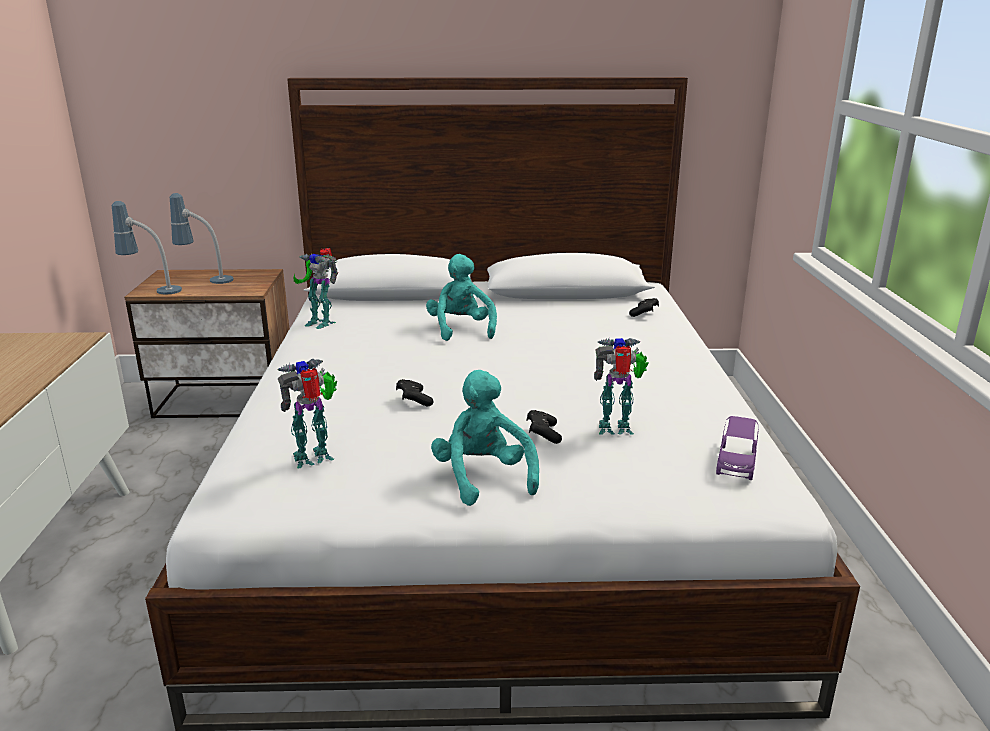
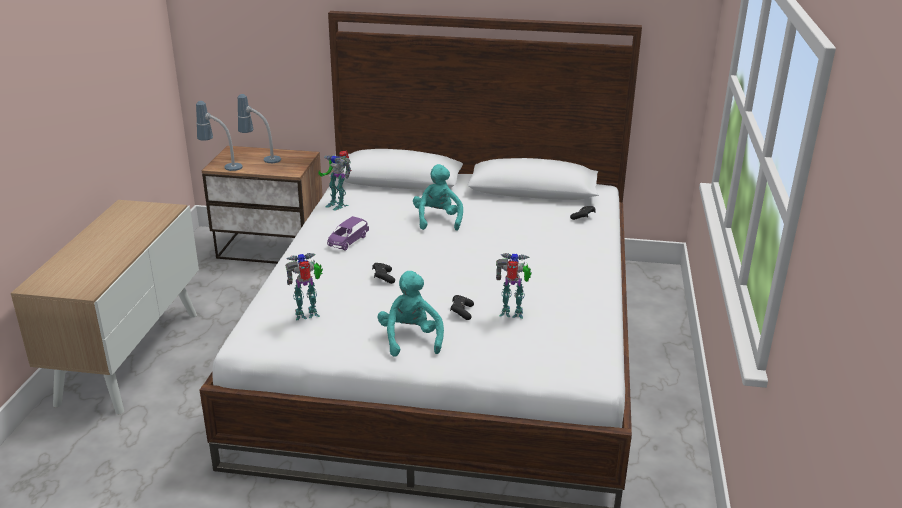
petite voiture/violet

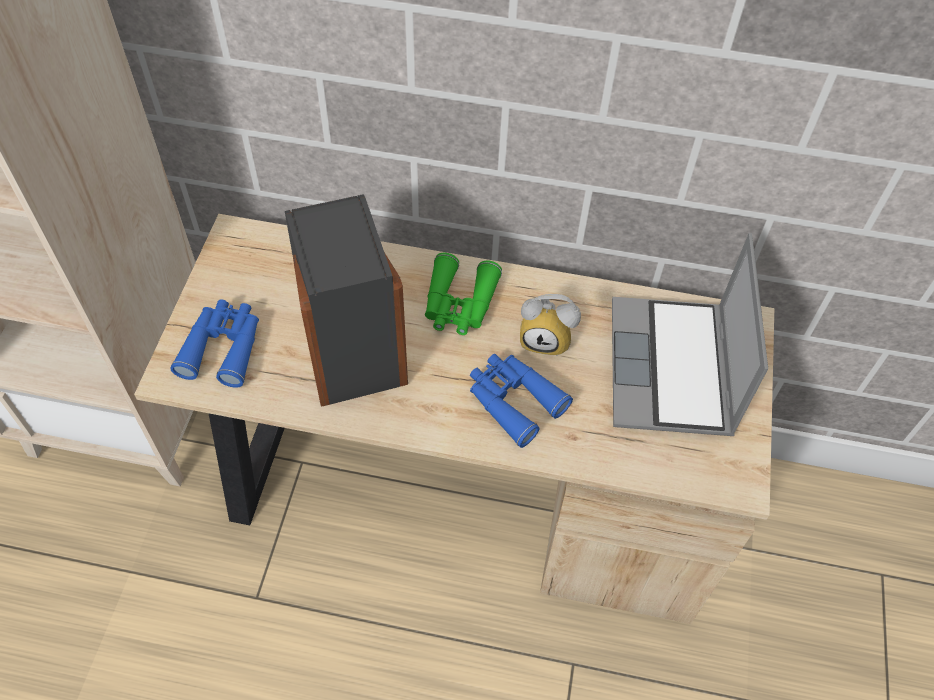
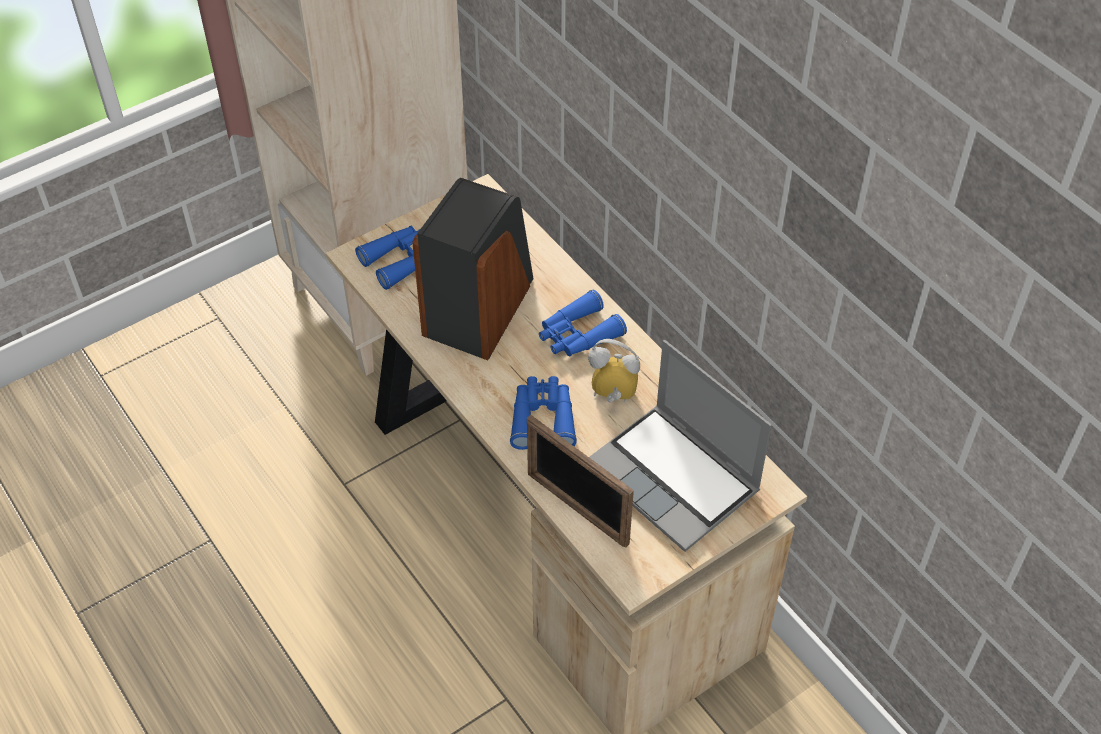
ordinateur portable
jumelles/bleu (no. 3 from left)
réveil
cadre photo

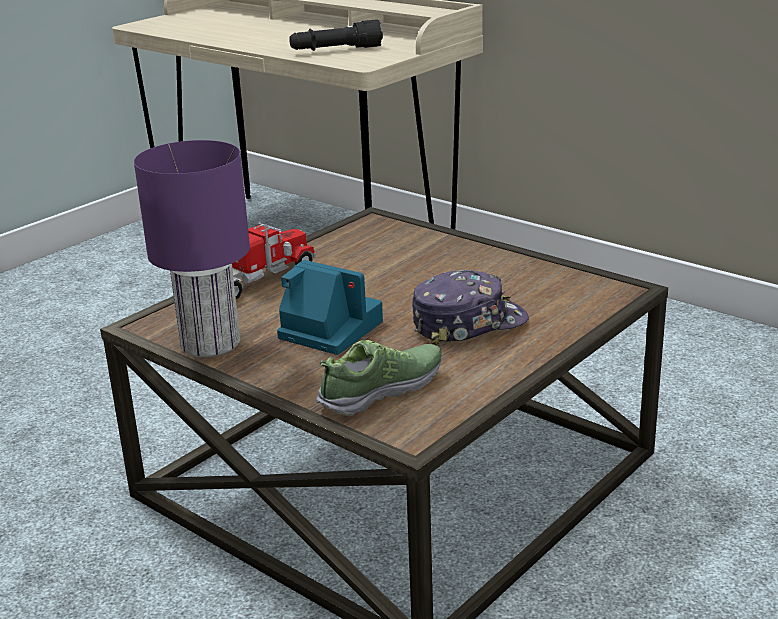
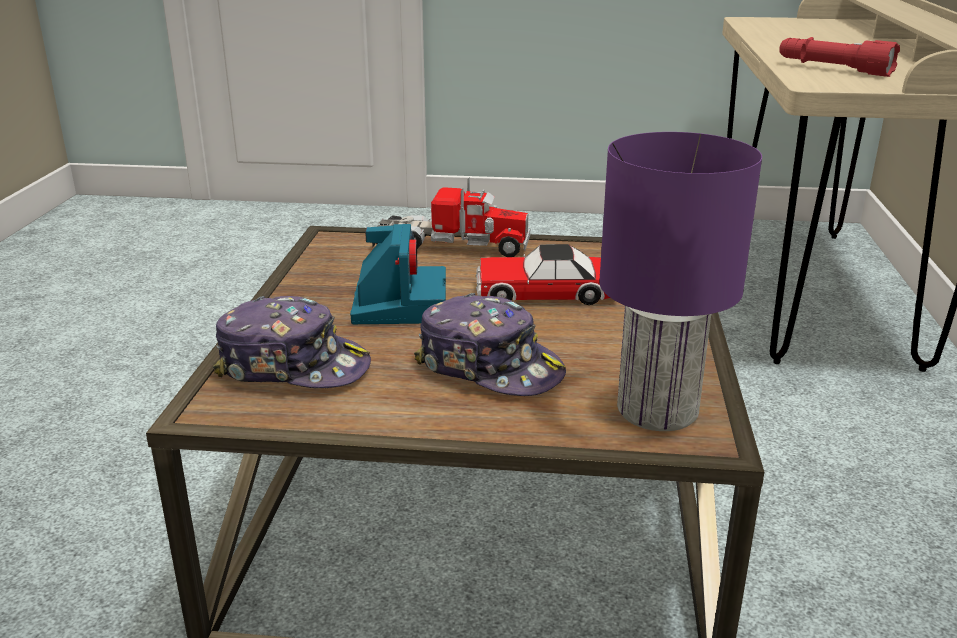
lampe de poche/rouge
lampe de table/violet
casquette (no. 1 from left)
petite voiture

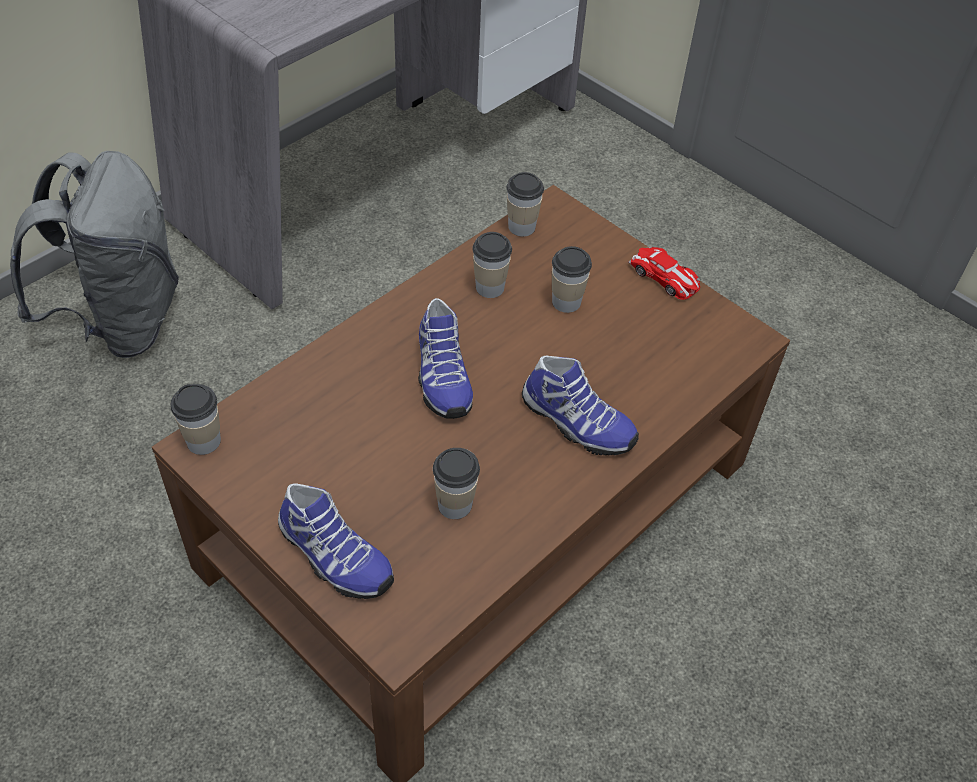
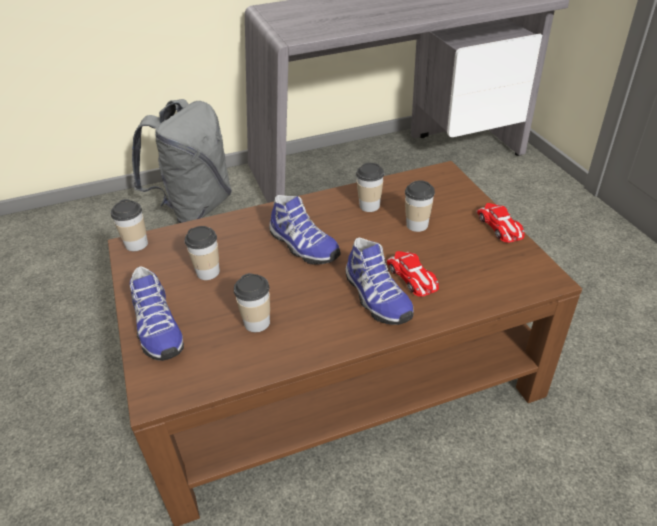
tasse (no. 2 from left)
chaussure (no. 2 from left)
petite voiture (no. 1 from left)

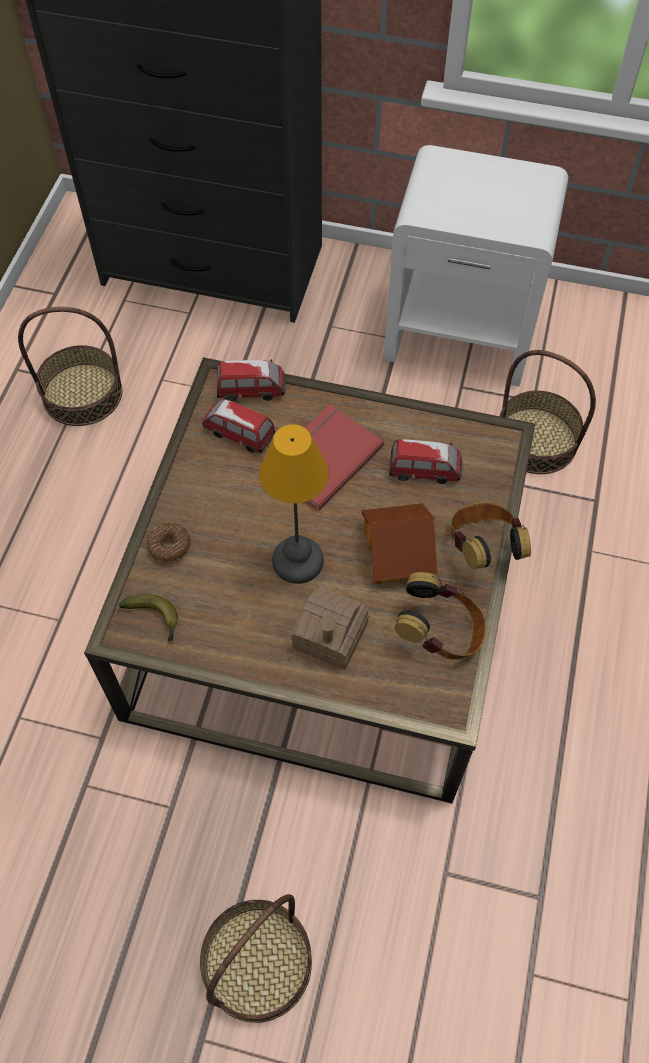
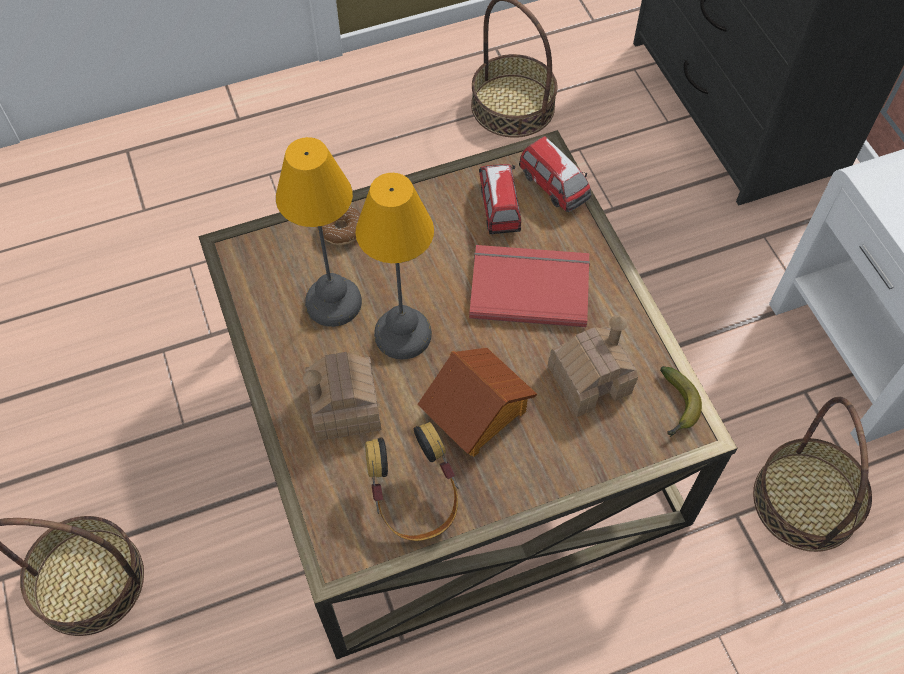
maison miniature (no. 3 from left)
casque audio (no. 2 from left in the first image)
banane
lampe de table (no. 1 from left)

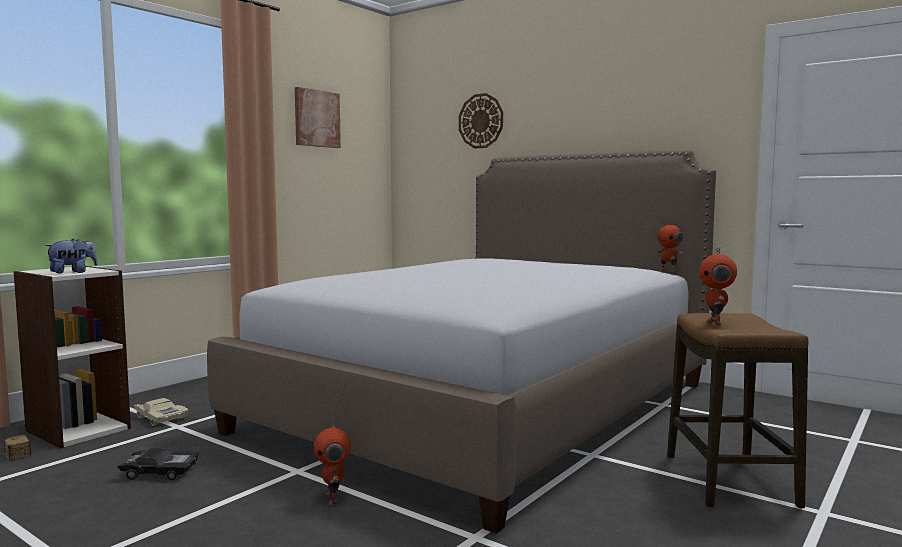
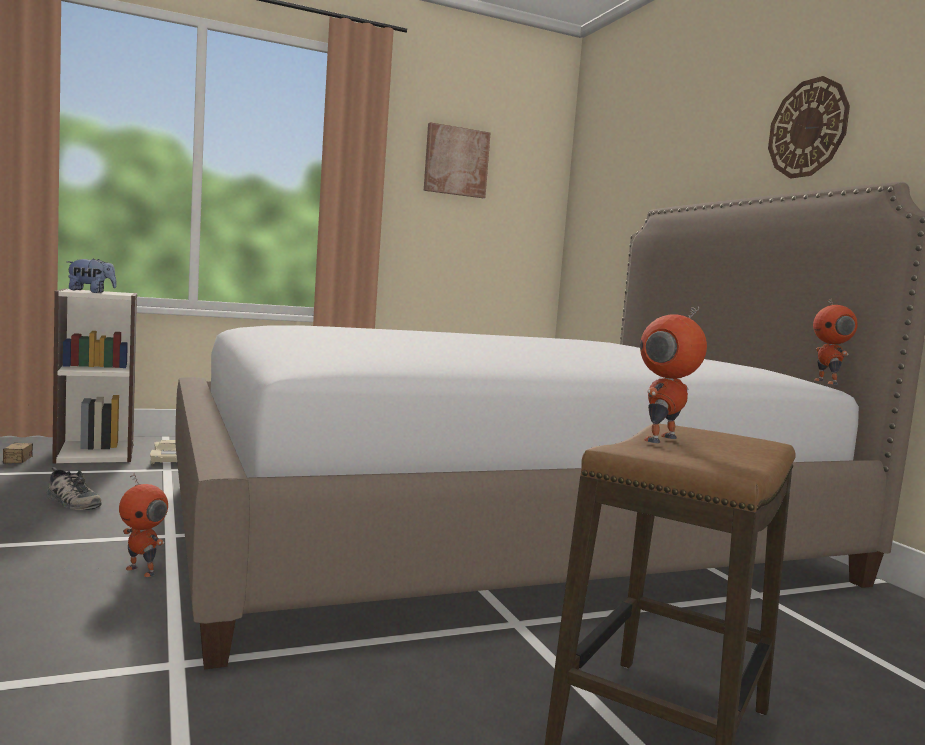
horloge murale
robot jouet (no. 1 from left)
chaussure

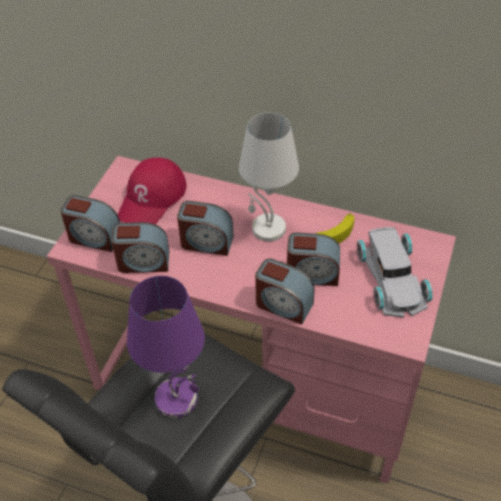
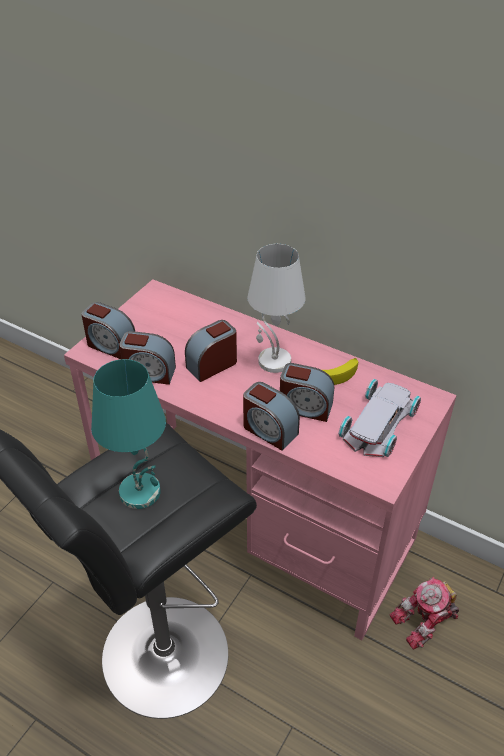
casquette/rouge
réveil (no. 3 from left)
petite voiture/blanc
lampe de table/turquoise
robot jouet

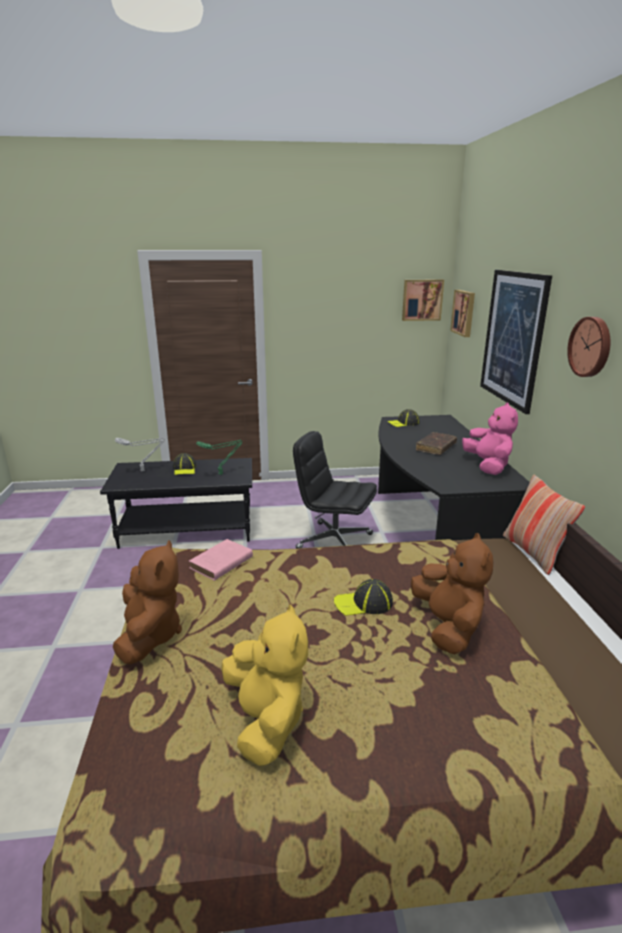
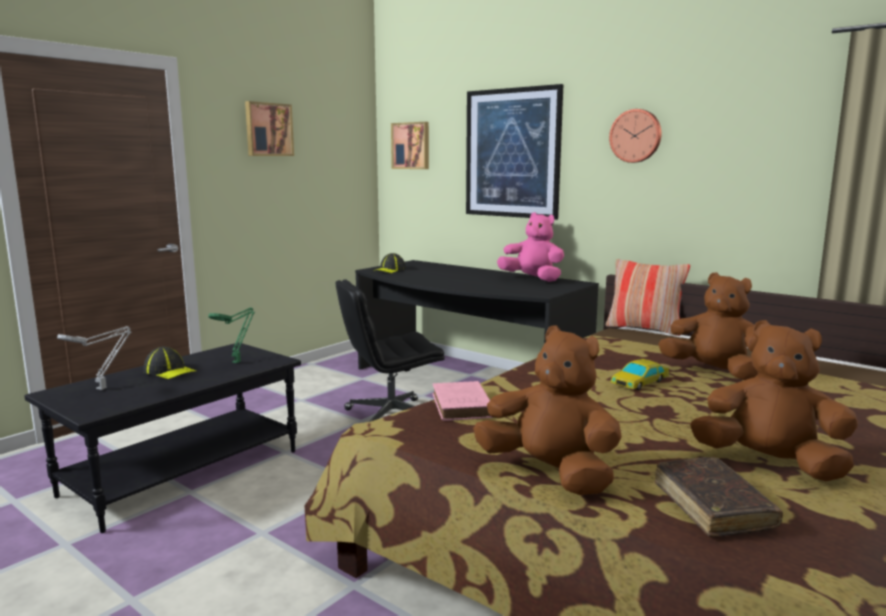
tableau (no. 1 from left)
livre/marron
petite voiture
peluche/marron (no. 3 from left)

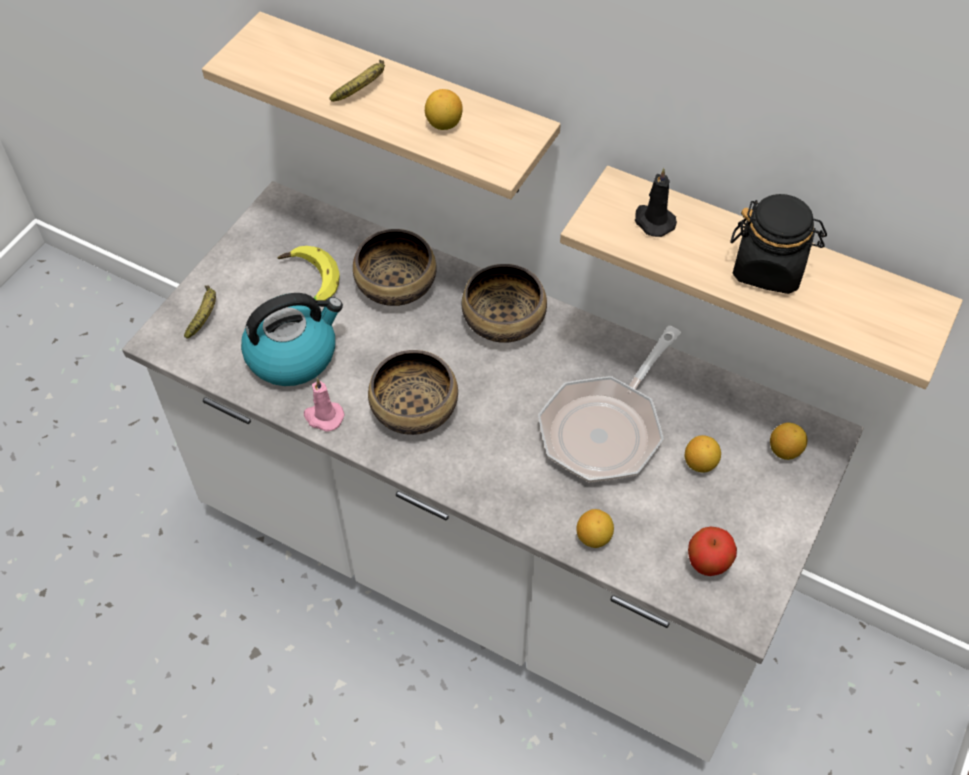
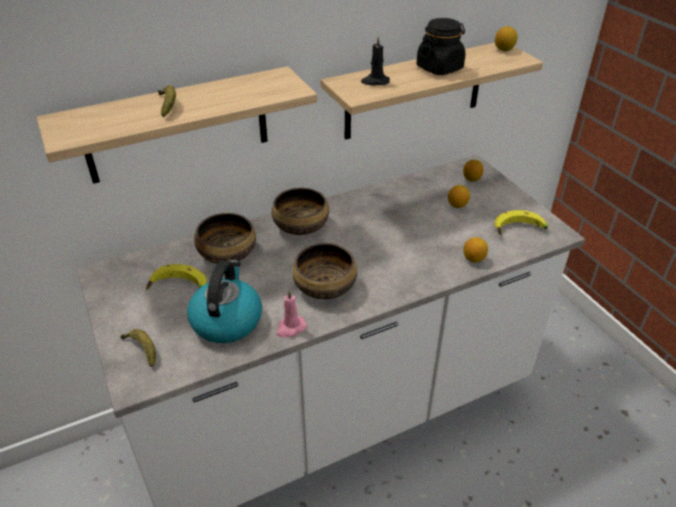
citron (no. 4 from left)
poêle
banane (no. 4 from left)

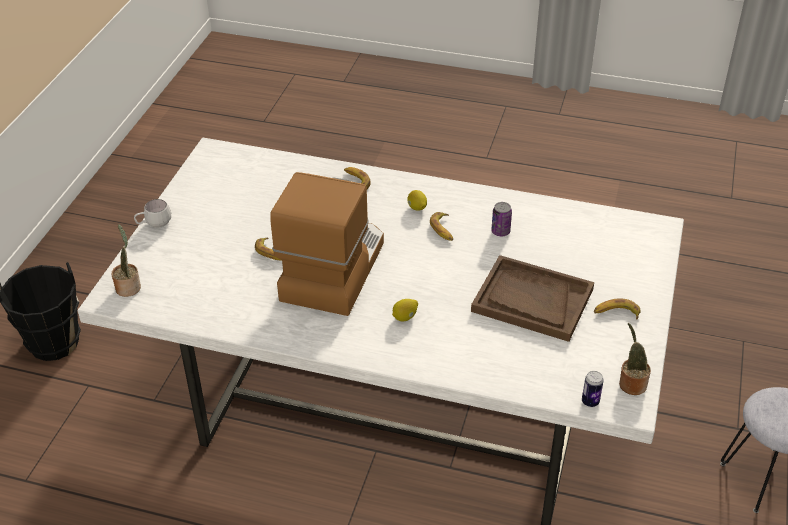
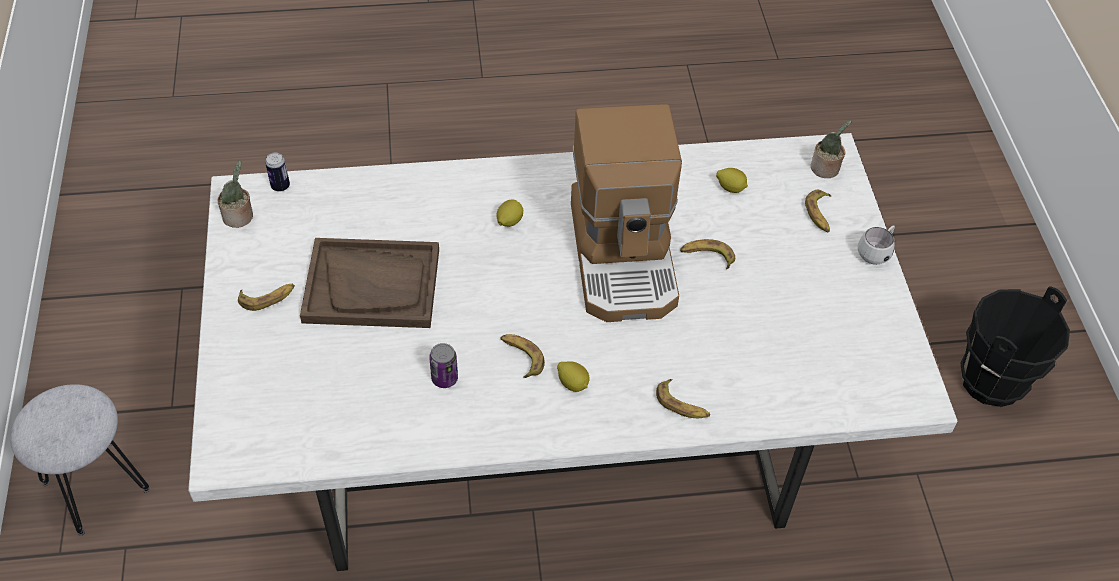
citron (no. 3 from left)
banane (no. 5 from left)

